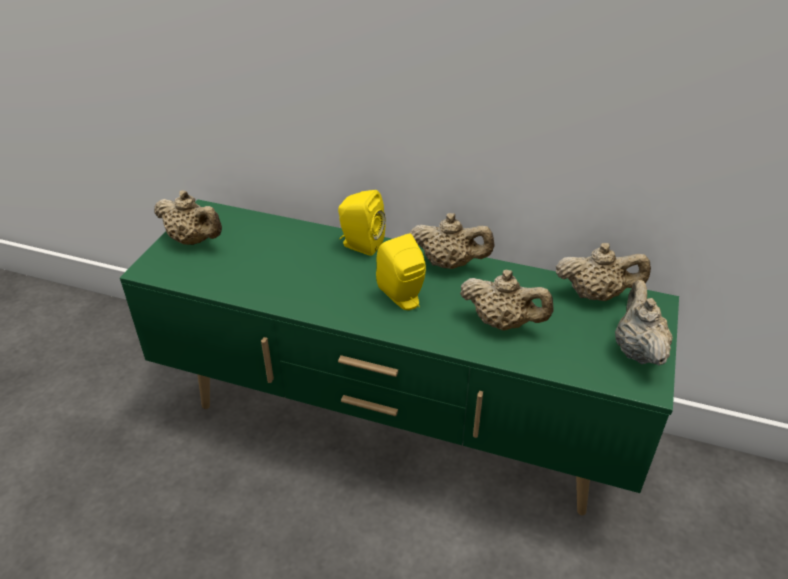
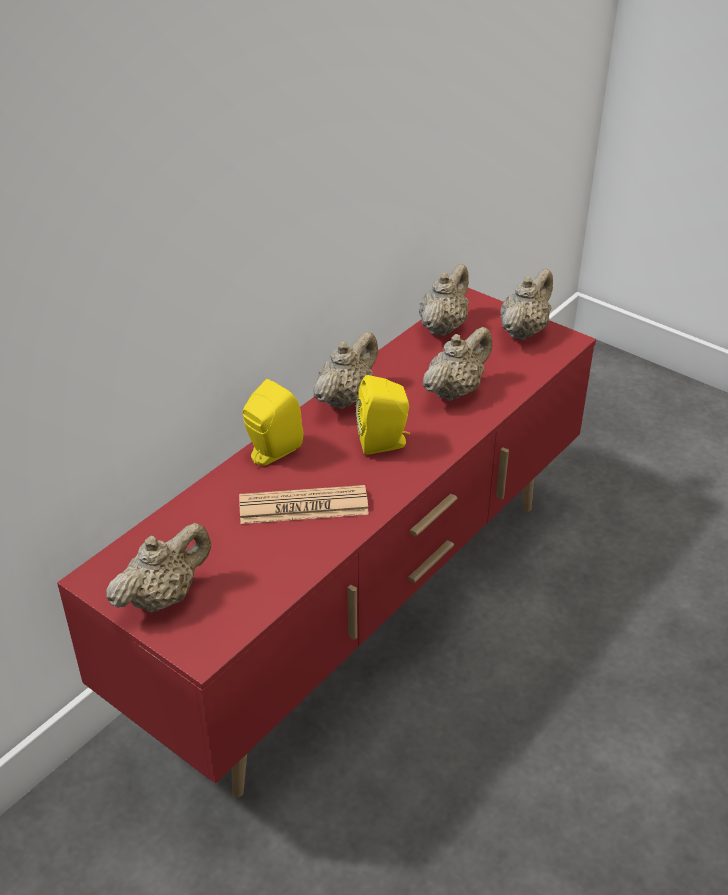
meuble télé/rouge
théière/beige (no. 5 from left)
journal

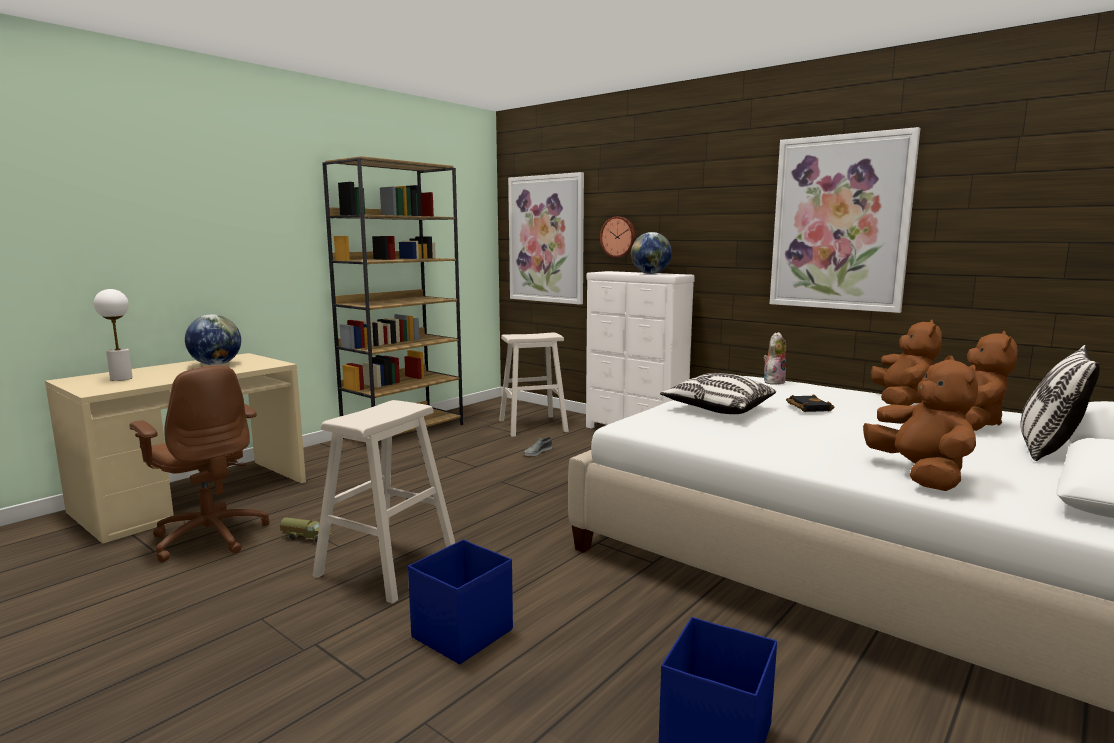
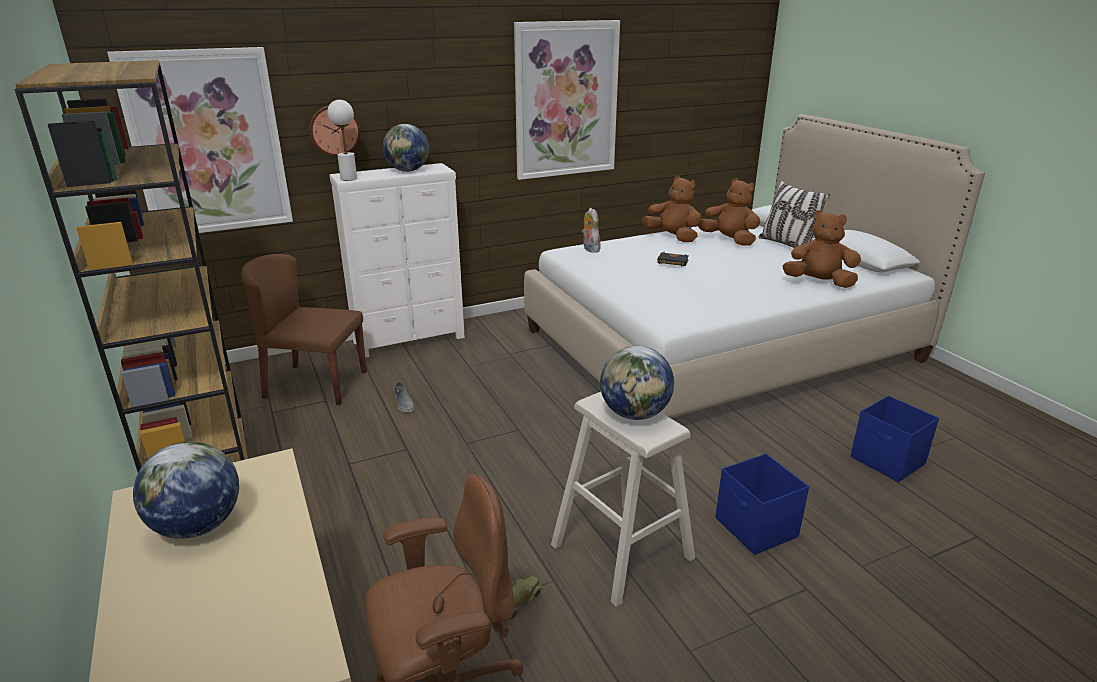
lampe de table/blanc
chaise/marron
coussin (no. 1 from left in the first image)
globe (no. 3 from left)

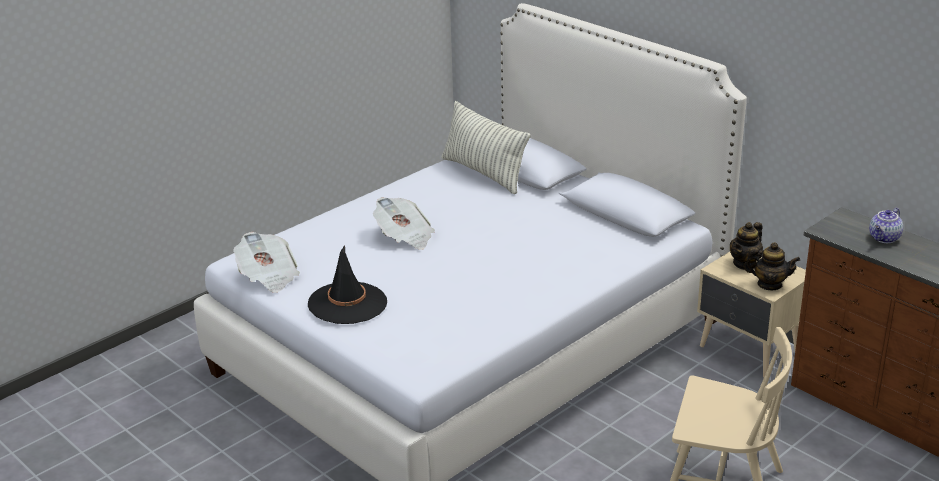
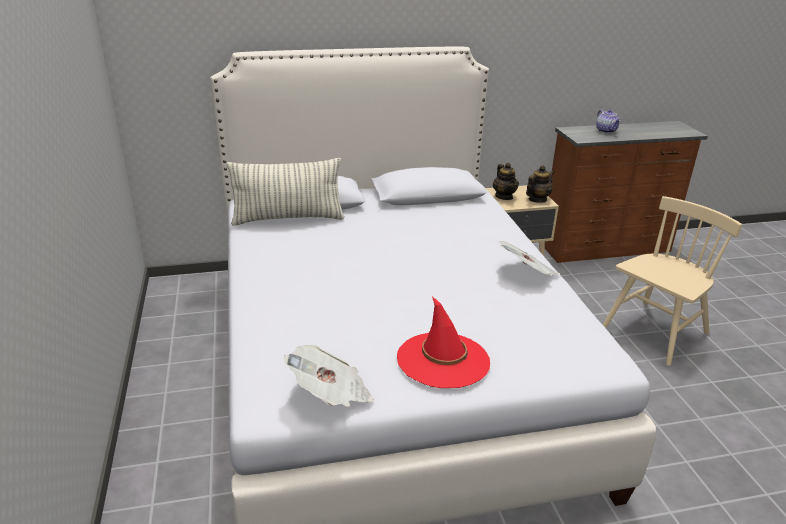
journal (no. 2 from left)
chapeau/rouge

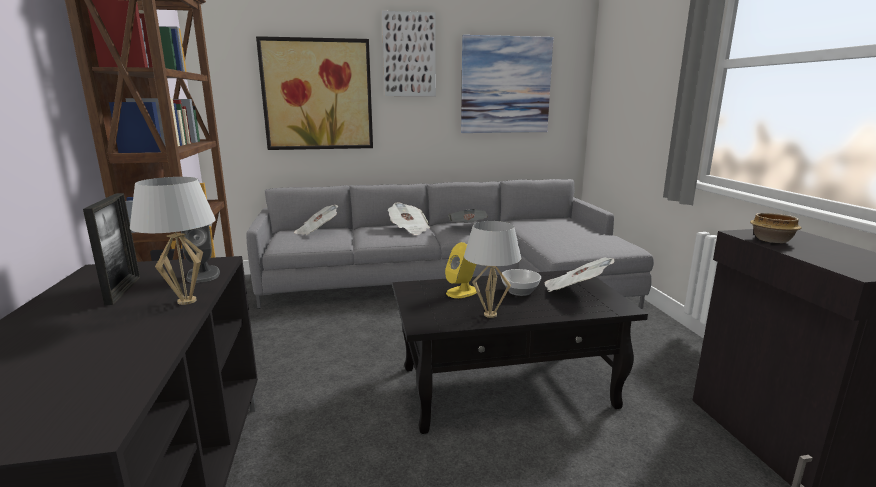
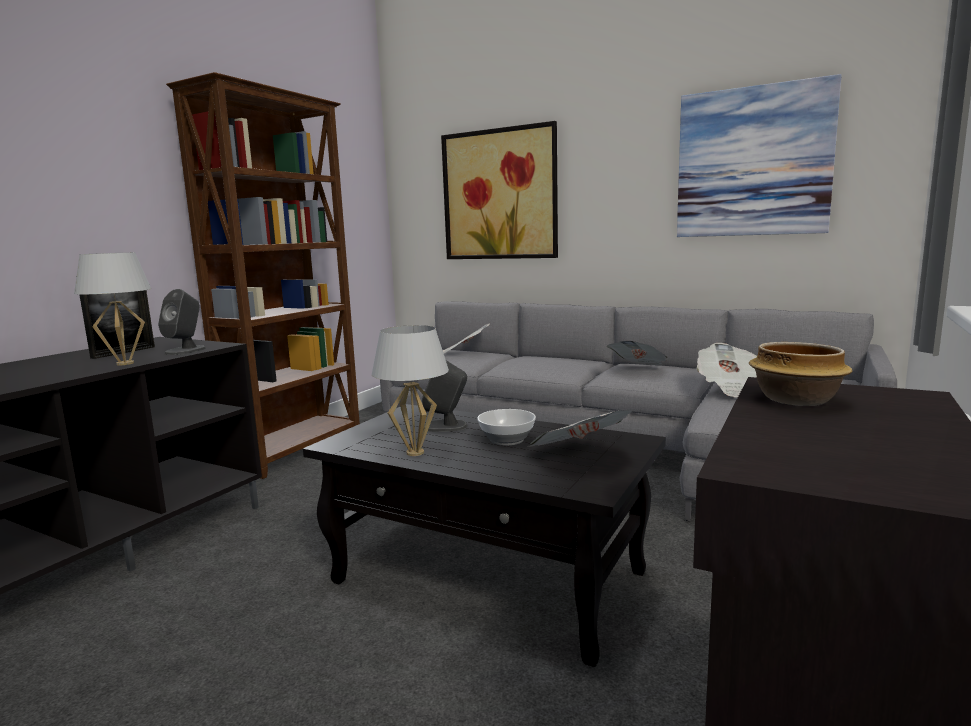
tableau (no. 2 from left in the first image)
journal (no. 4 from left)
enceinte/gris (no. 2 from left)

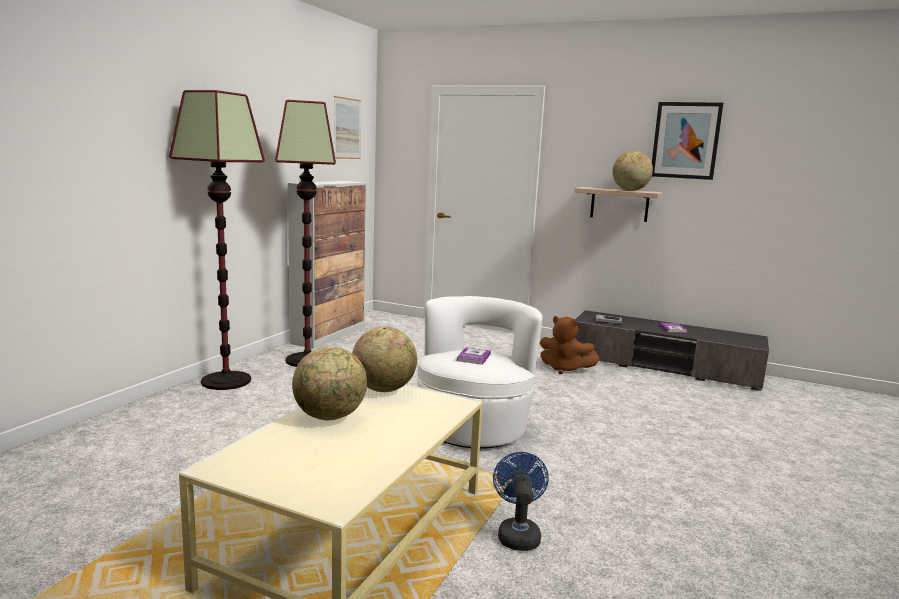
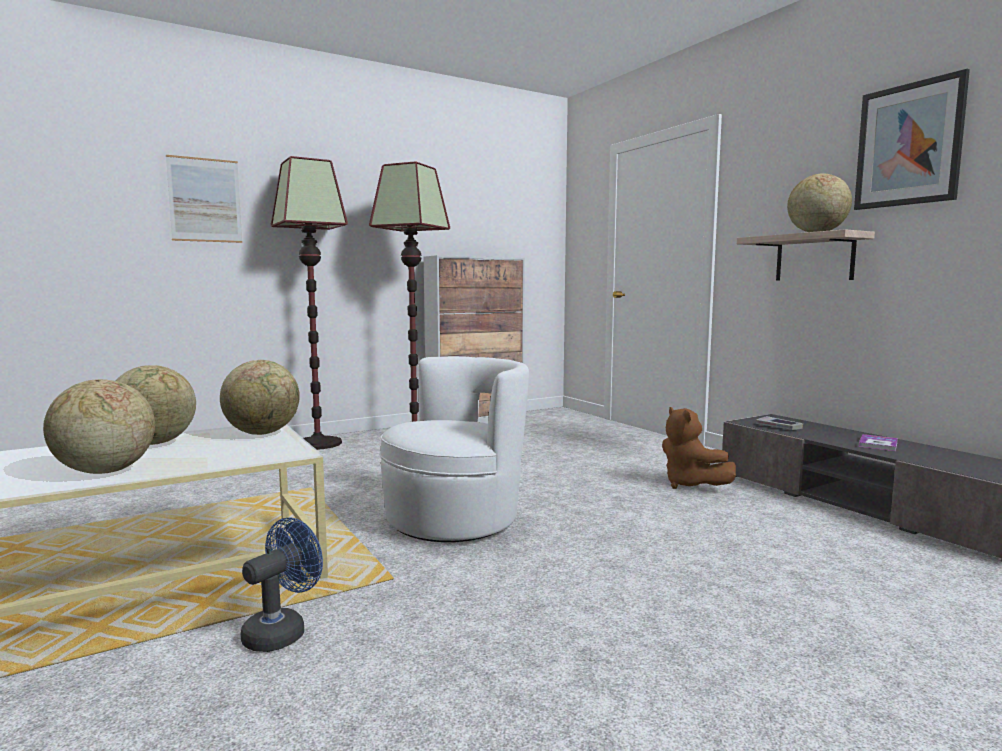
tableau (no. 1 from left)
livre (no. 1 from left in the first image)
globe (no. 1 from left)

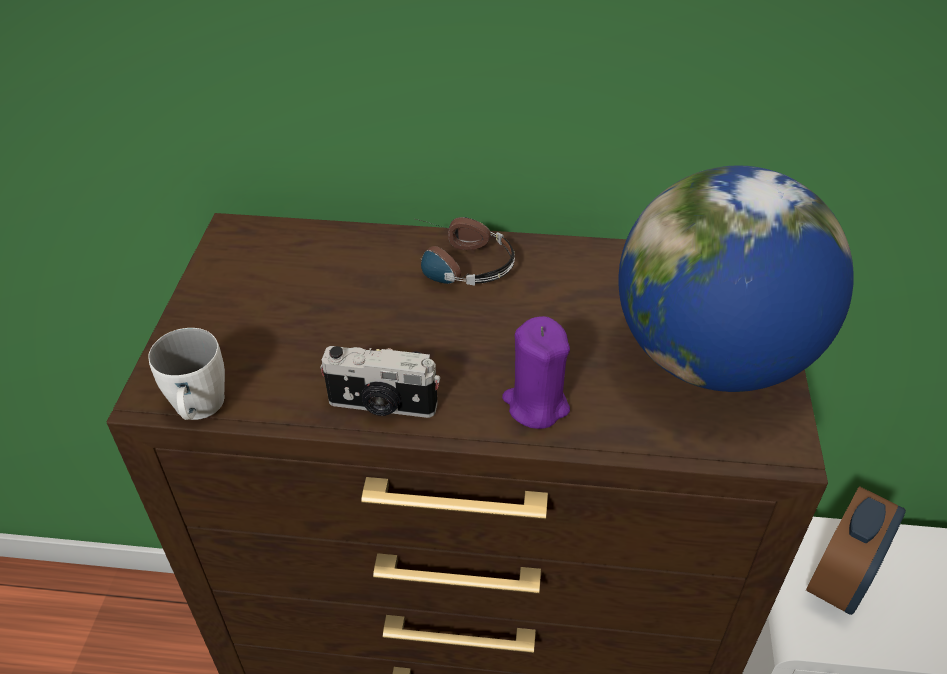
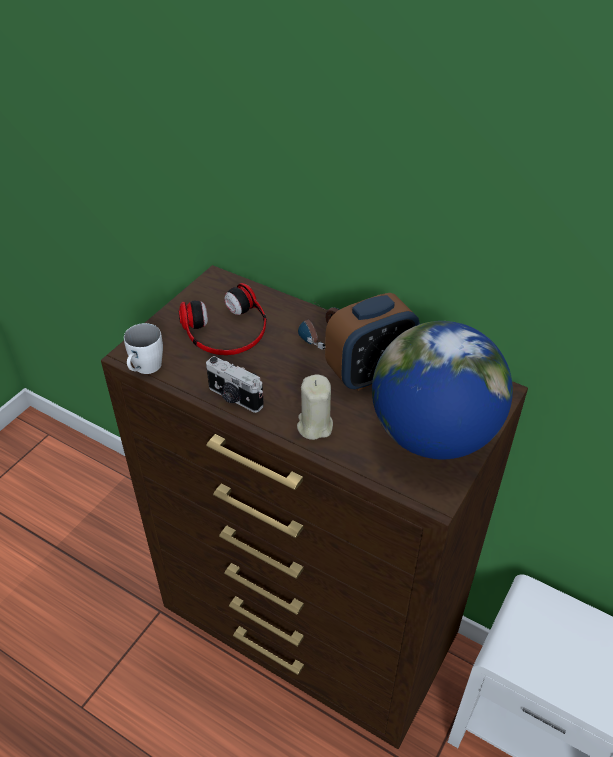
bougie/beige
réveil
casque audio (no. 1 from left)

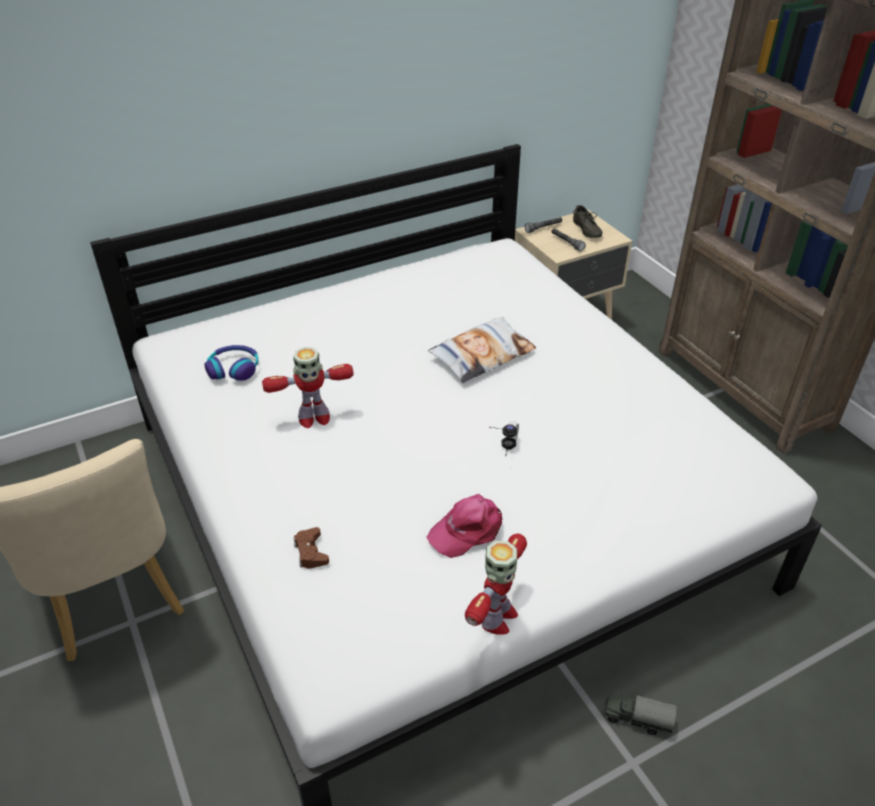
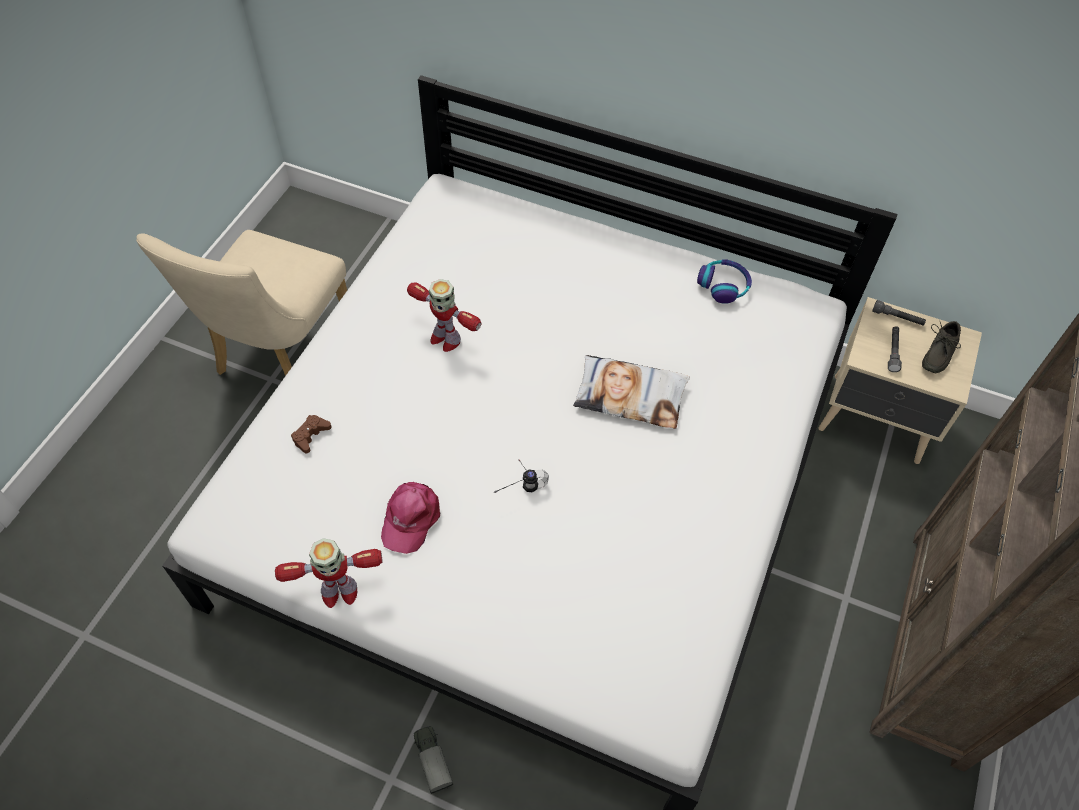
casque audio (no. 2 from left)
casquette/rose

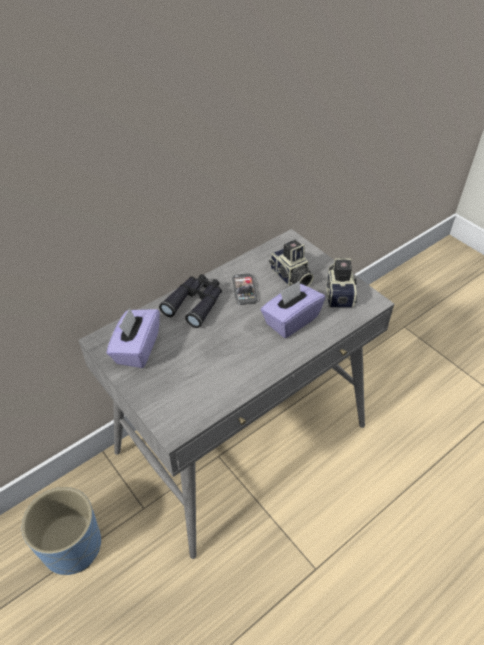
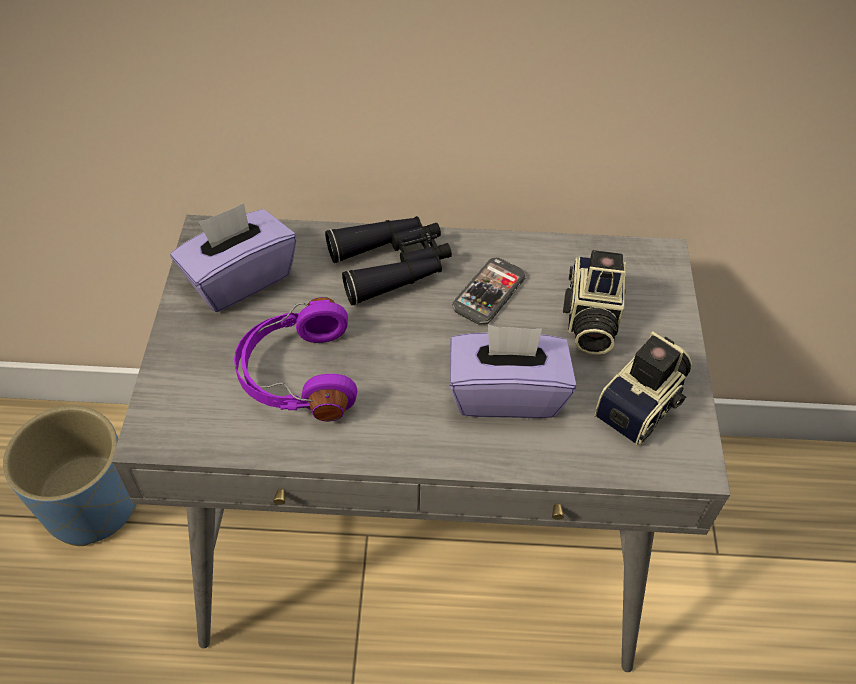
casque audio/violet

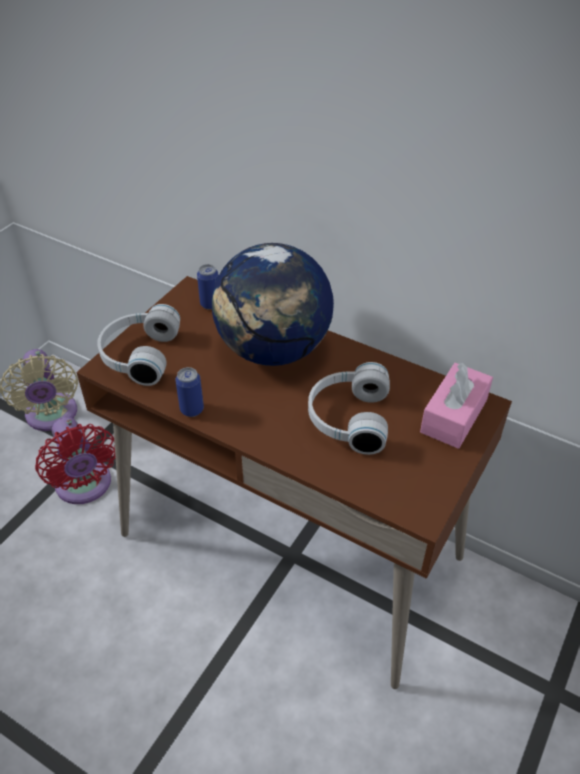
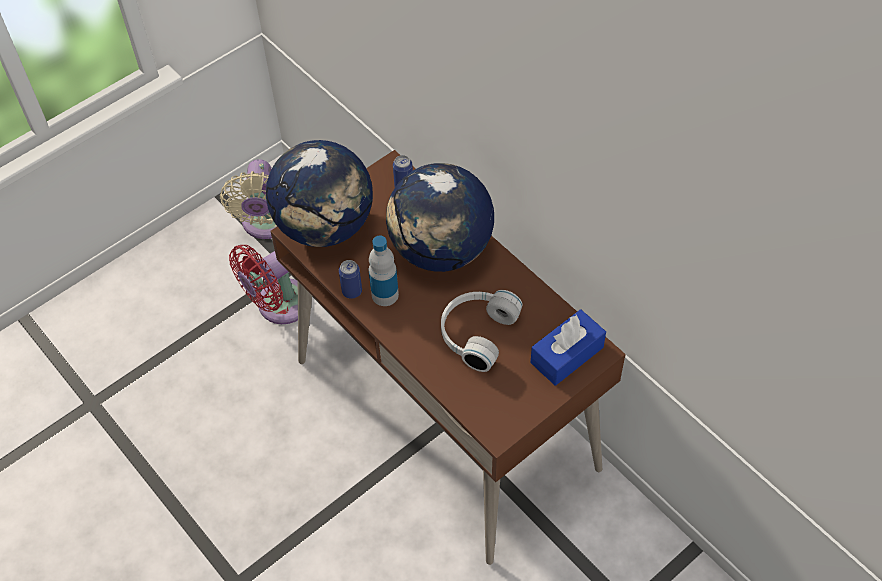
globe (no. 1 from left)
boîte à mouchoirs/bleu
ventilateur/rouge
bouteille

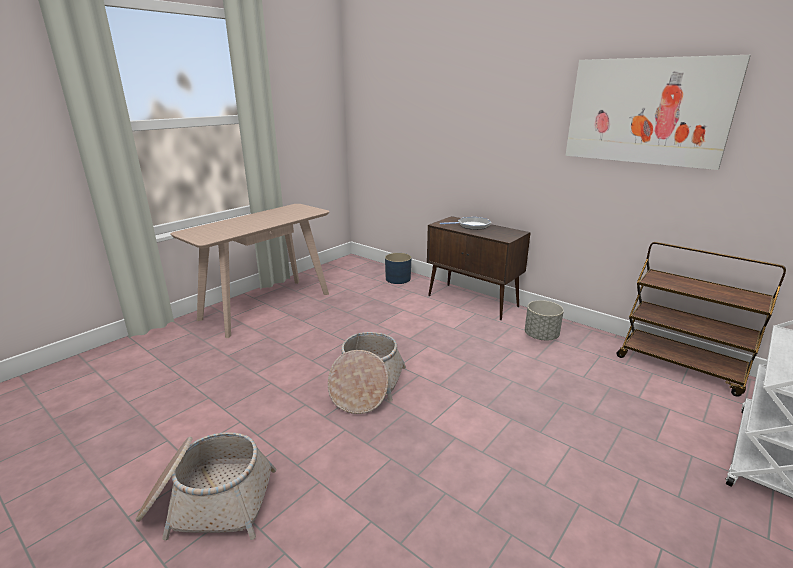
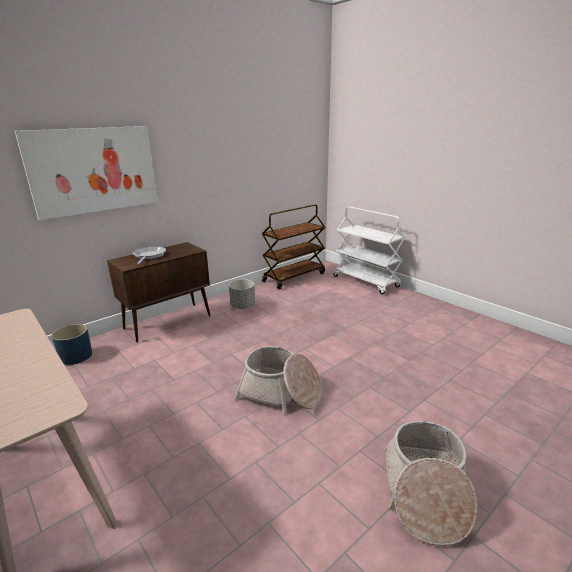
tableau

